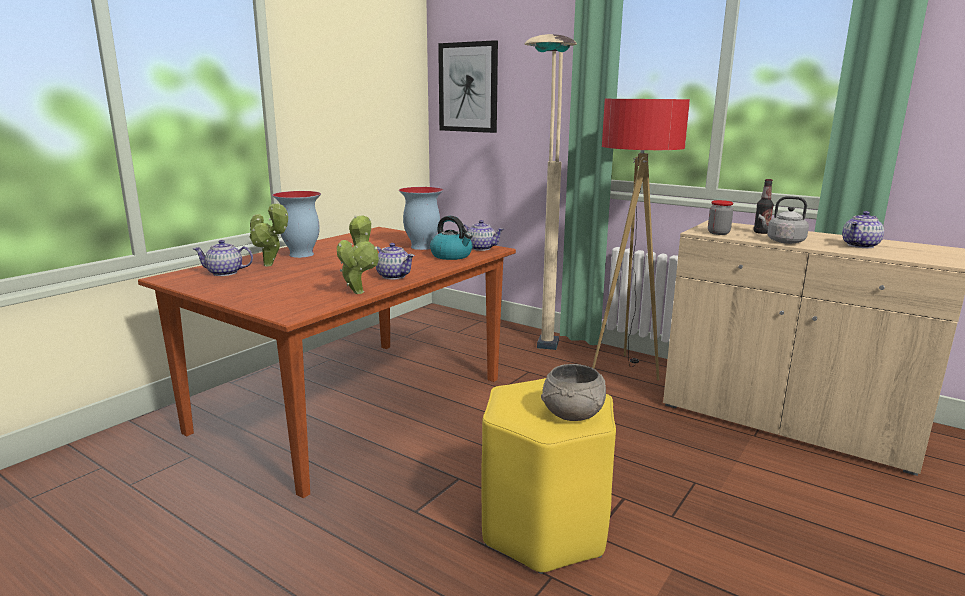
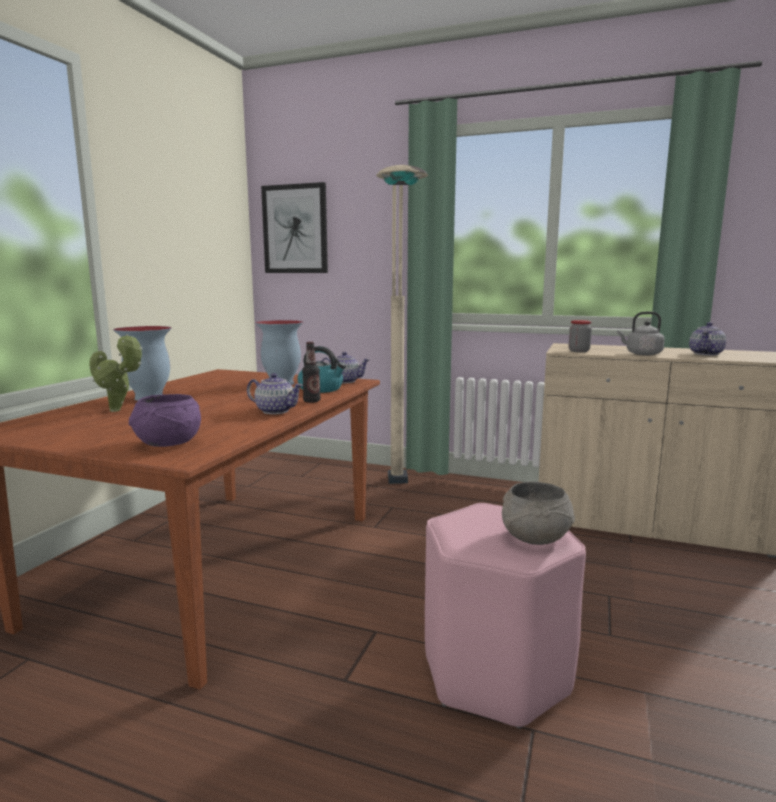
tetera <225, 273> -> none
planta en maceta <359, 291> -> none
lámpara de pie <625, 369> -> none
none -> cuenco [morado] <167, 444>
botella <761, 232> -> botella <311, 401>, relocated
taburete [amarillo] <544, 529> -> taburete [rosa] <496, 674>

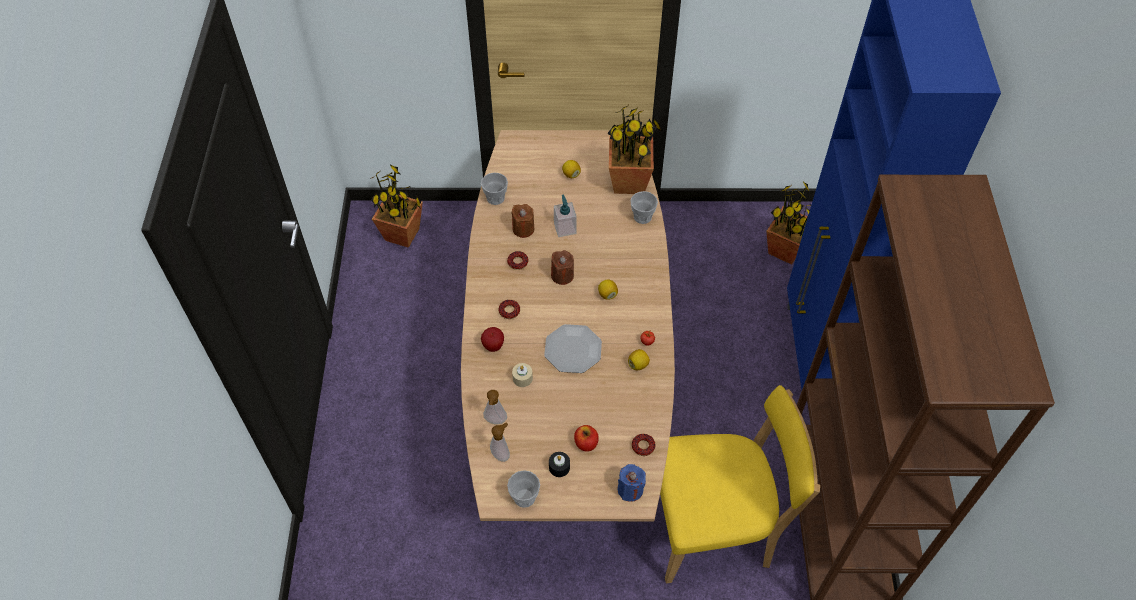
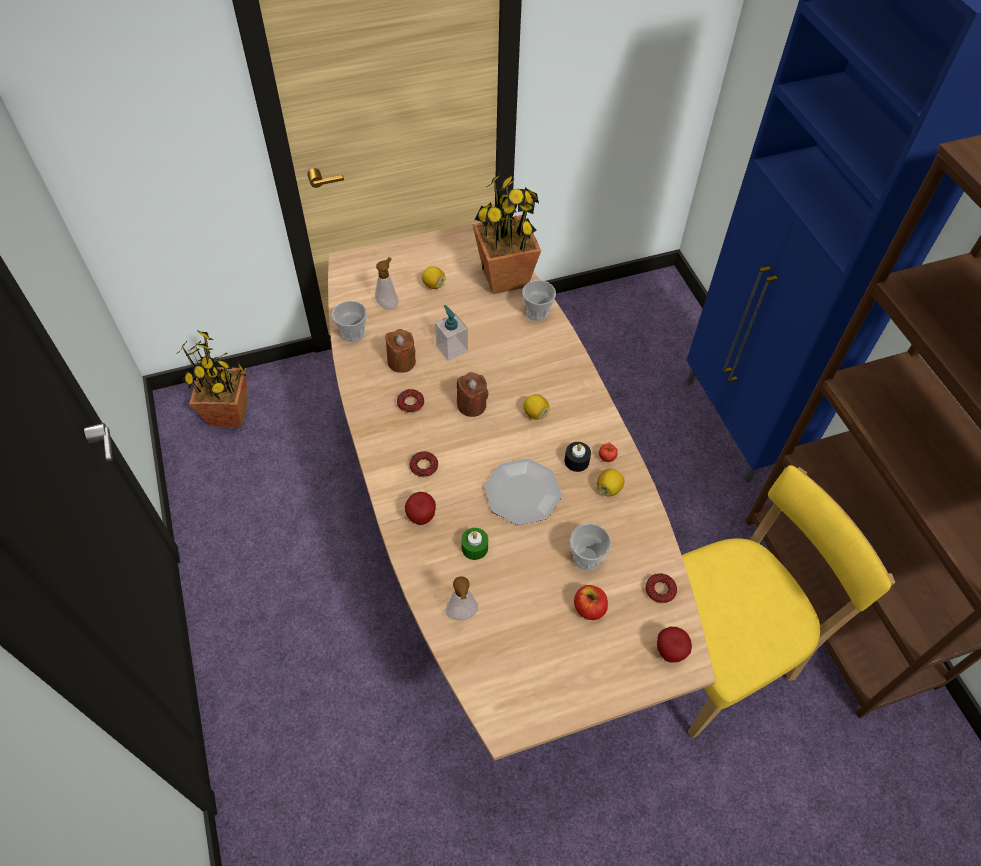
planta en maceta <786, 250> -> none
dispensador de jabón <501, 454> -> dispensador de jabón <388, 304>, relocated
taza <524, 497> -> taza <586, 558>, relocated
vela [negro] <559, 467> -> vela [negro] <576, 461>, relocated
vela [azul] <630, 489> -> manzana <669, 652>
vela [beis] <522, 378> -> vela [verde] <474, 547>

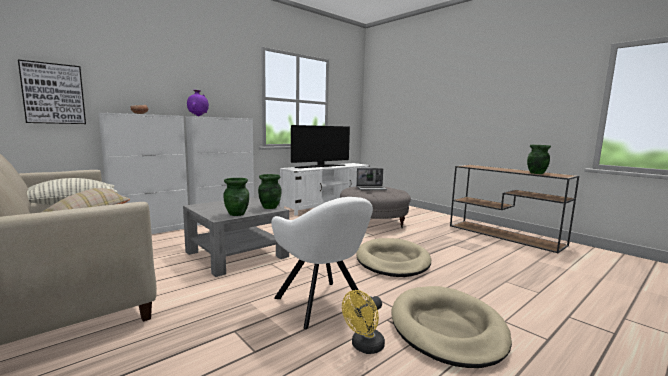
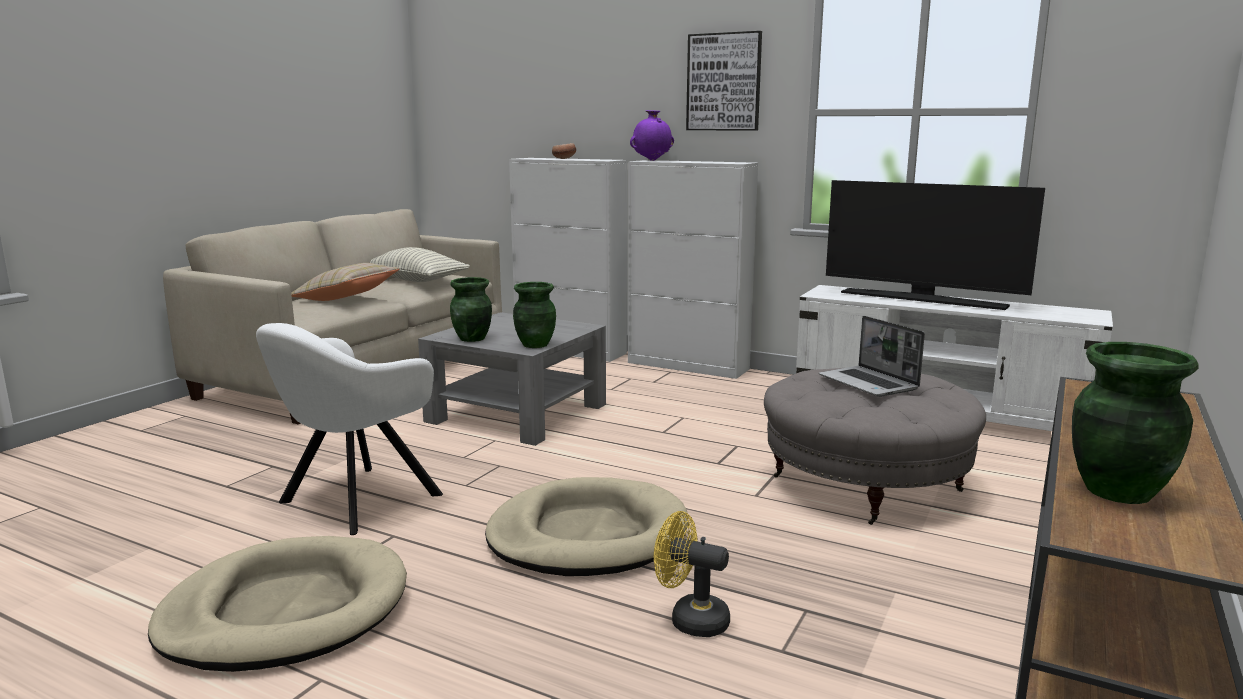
cuadro <53, 93> -> cuadro <724, 82>, relocated
ventilador [amarillo] <364, 347> -> ventilador [amarillo] <690, 619>, relocated

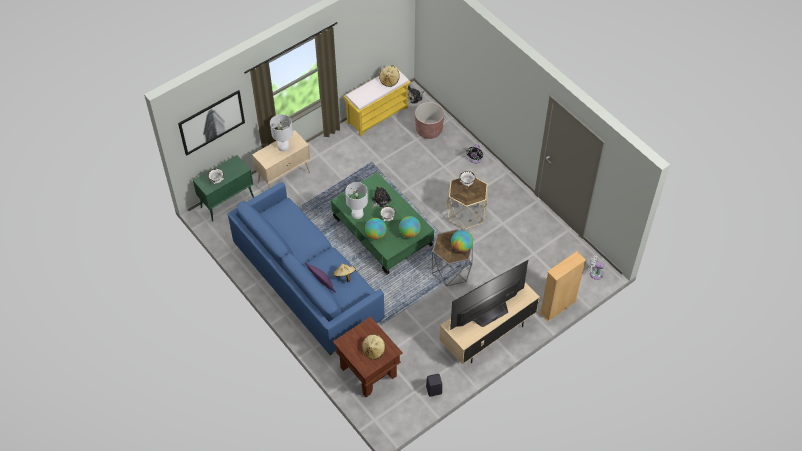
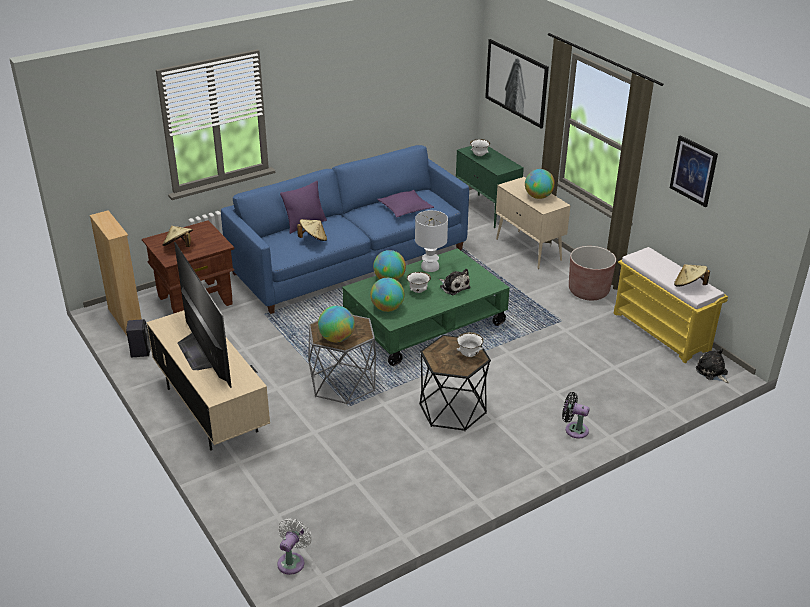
none -> cojín [morado] <405, 209>
none -> cuadro <693, 171>
maceta [marrón] <429, 130> -> maceta [marrón] <588, 291>, relocated
estantería [beis] <558, 307> -> estantería [beis] <125, 319>, relocated
lámpara de mesa [blanco] <284, 146> -> globo terráqueo <538, 197>
mesa auxiliar [beis] <466, 214> -> mesa auxiliar [negro] <452, 408>

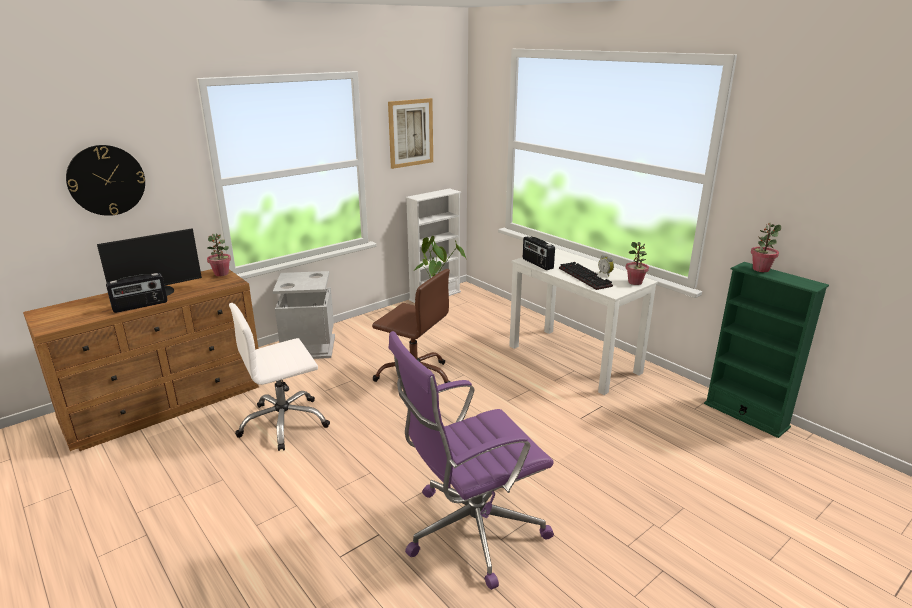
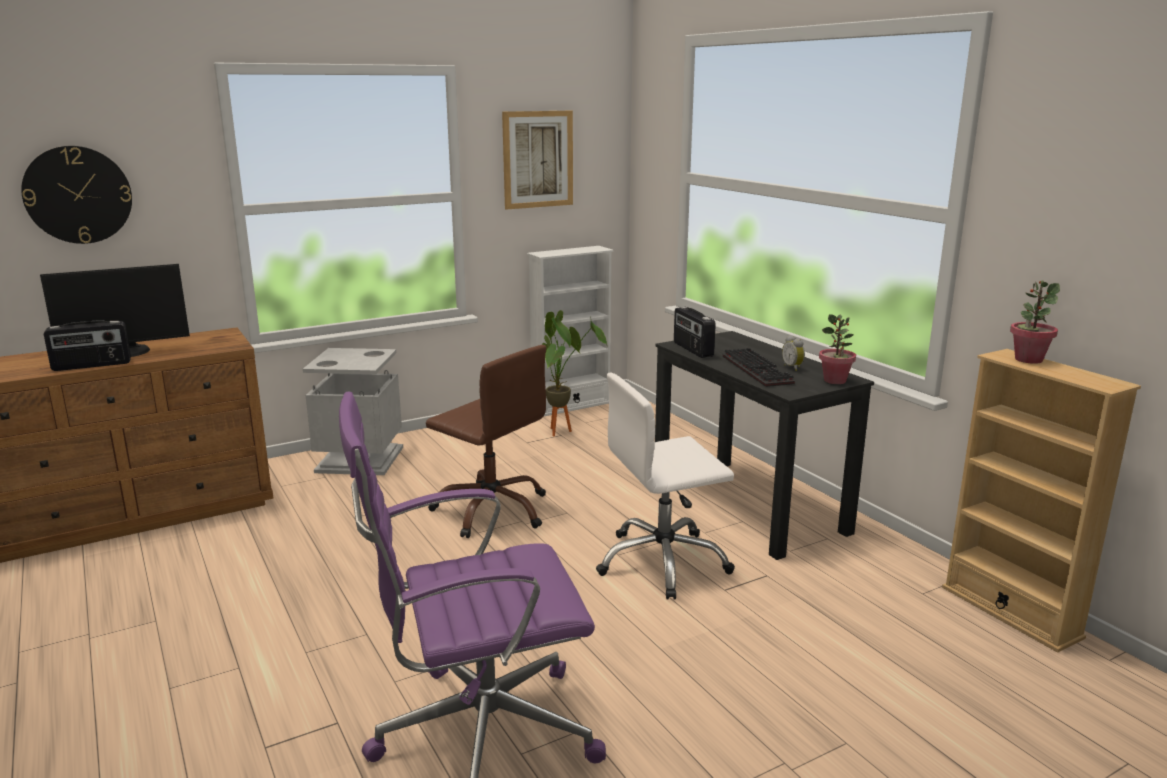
planta en maceta <221, 274> -> none
silla de oficina [blanco] <284, 423> -> silla de oficina [blanco] <663, 562>, relocated
escritorio [blanco] <574, 359> -> escritorio [negro] <748, 505>
estantería [verde] <746, 415> -> estantería [beis] <1010, 612>

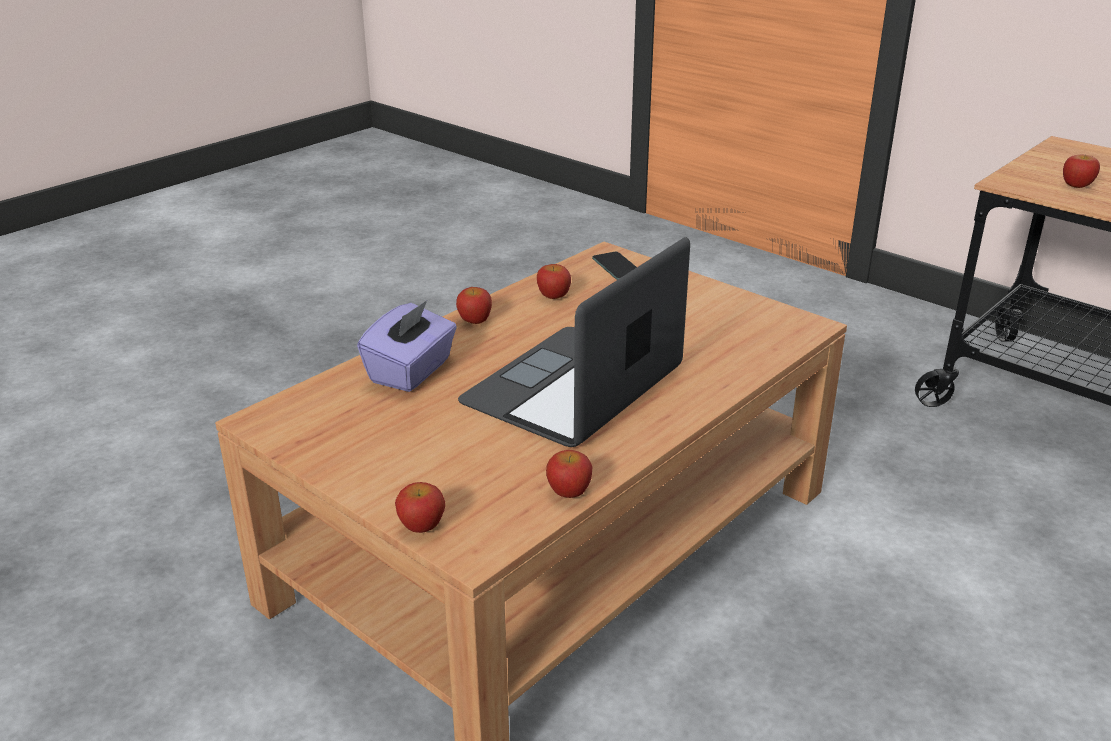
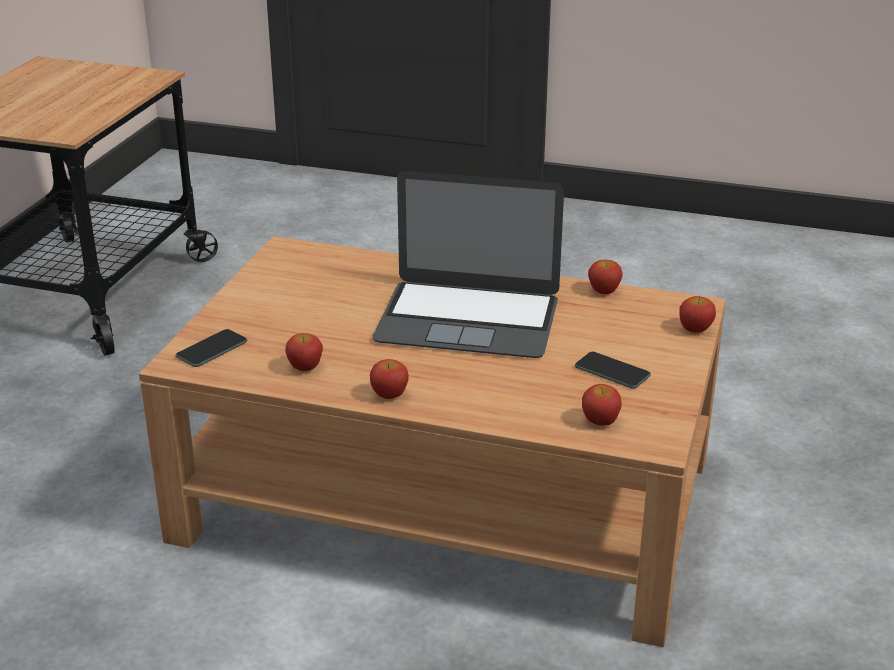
caja de pañuelos [morado] <411, 371> -> none
none -> móvil <612, 371>
manzana <1076, 185> -> manzana <600, 421>, relocated

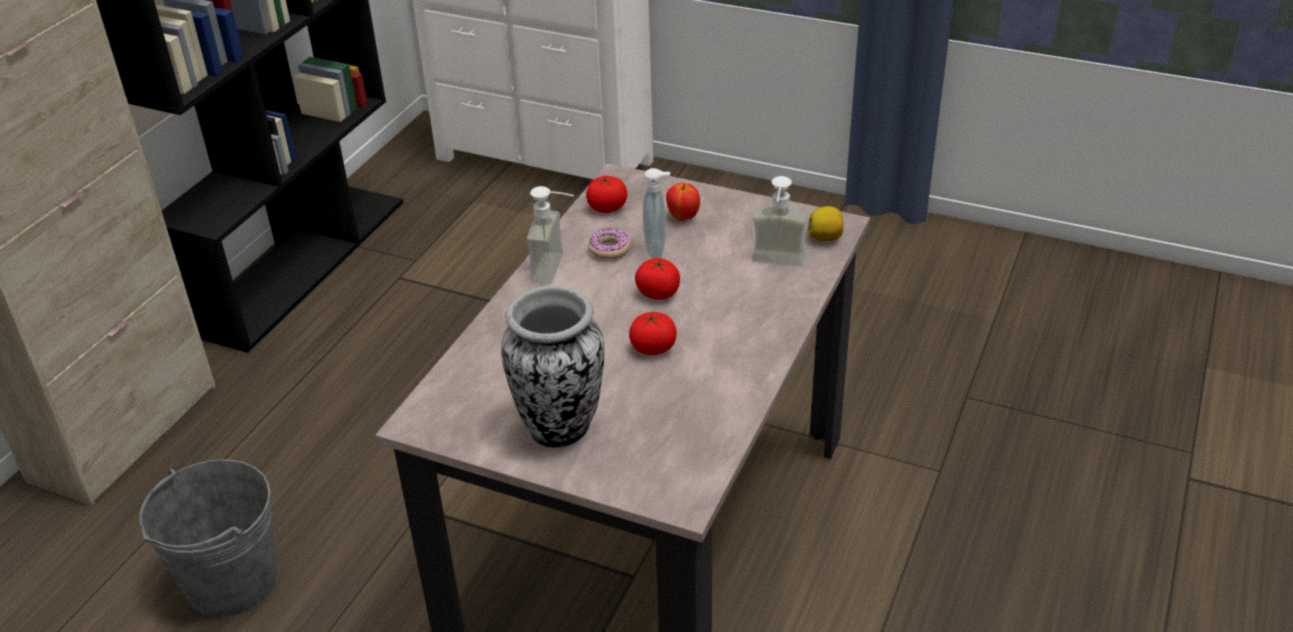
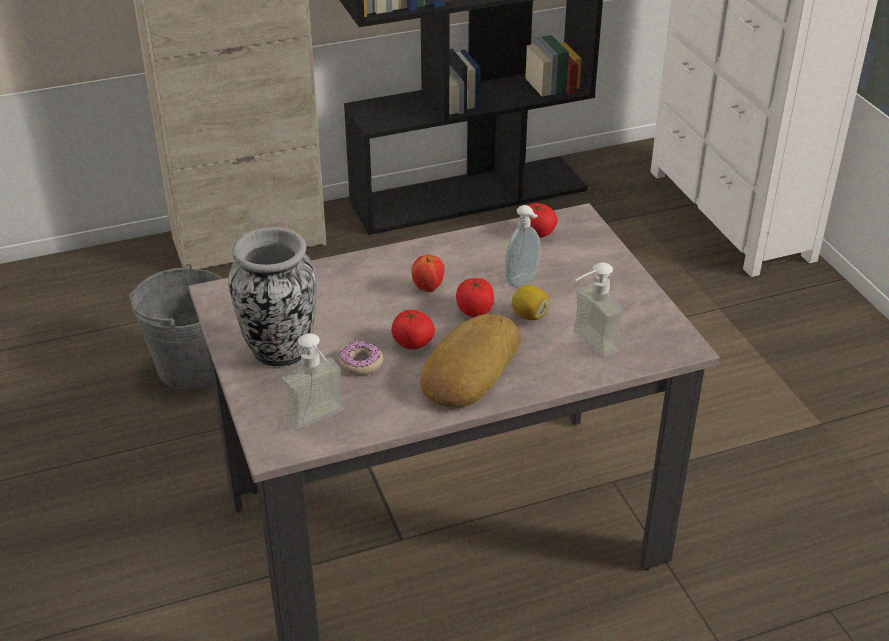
none -> pan <468, 369>
dispensador de jabón <558, 269> -> dispensador de jabón <320, 421>, relocated
rosquilla <609, 249> -> rosquilla <361, 363>, relocated
manzana <683, 217> -> manzana <428, 288>, relocated
limón <825, 237> -> limón <529, 315>, relocated

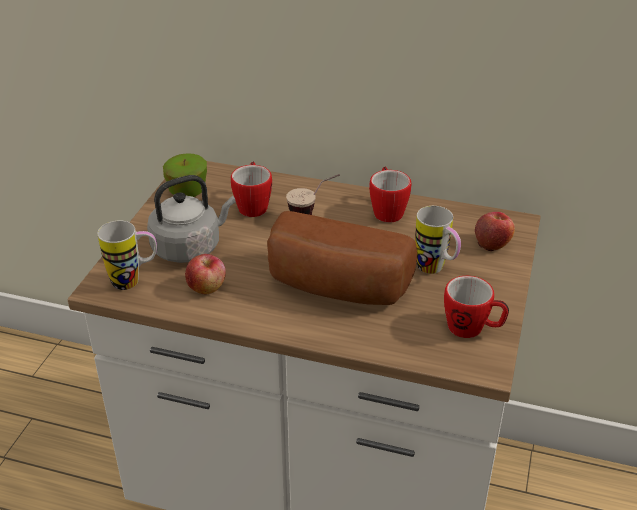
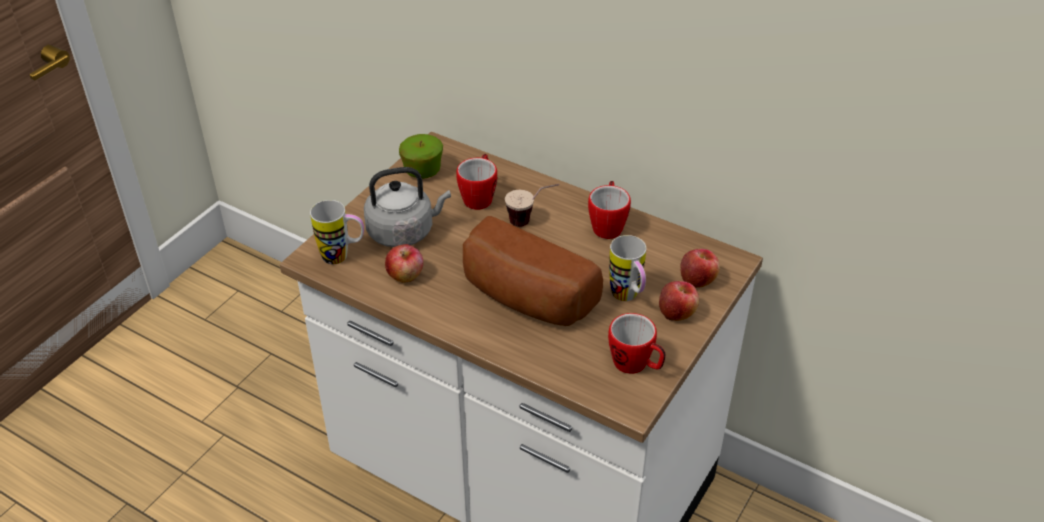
none -> manzana <677, 312>

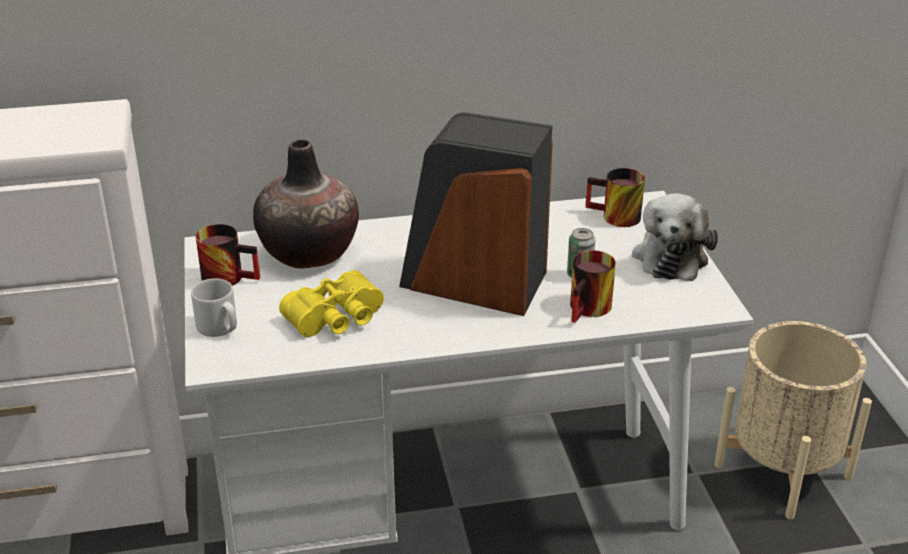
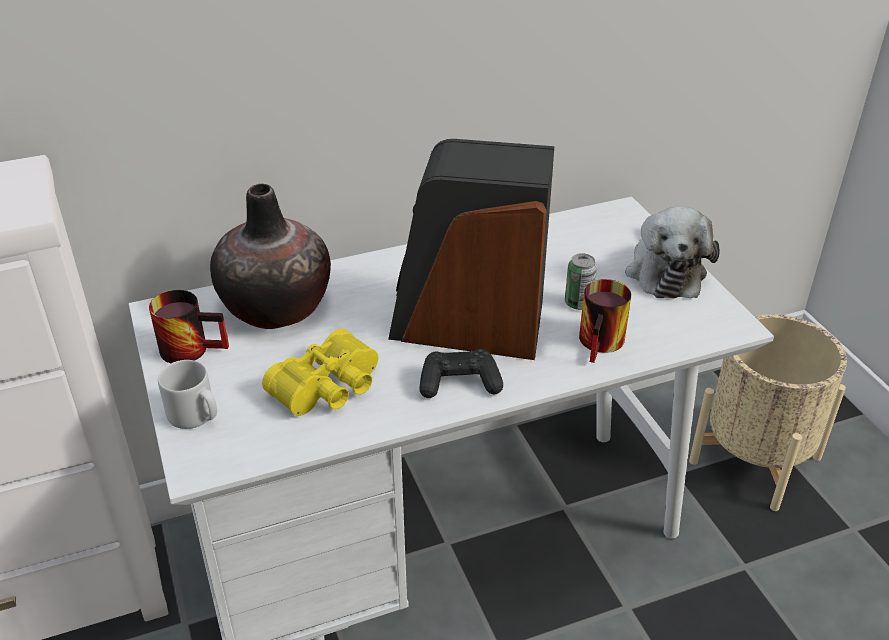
taza grande <614, 218> -> none
none -> mando de consola [negro] <459, 383>

